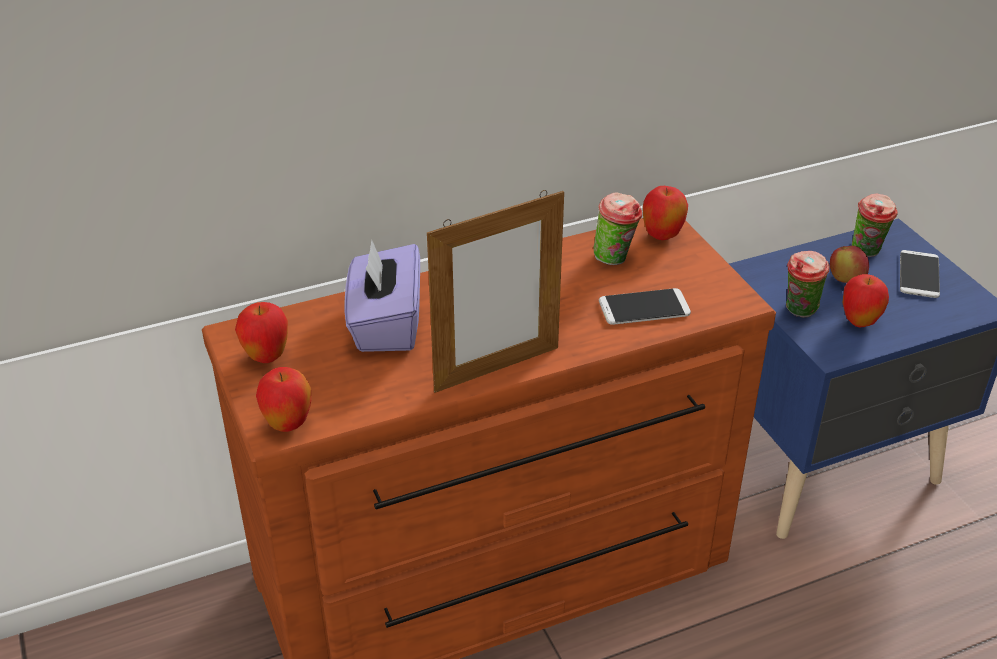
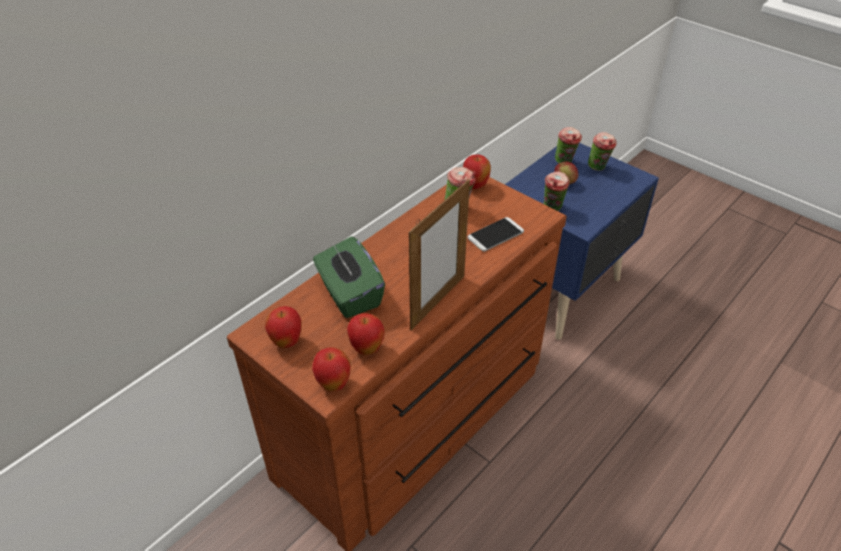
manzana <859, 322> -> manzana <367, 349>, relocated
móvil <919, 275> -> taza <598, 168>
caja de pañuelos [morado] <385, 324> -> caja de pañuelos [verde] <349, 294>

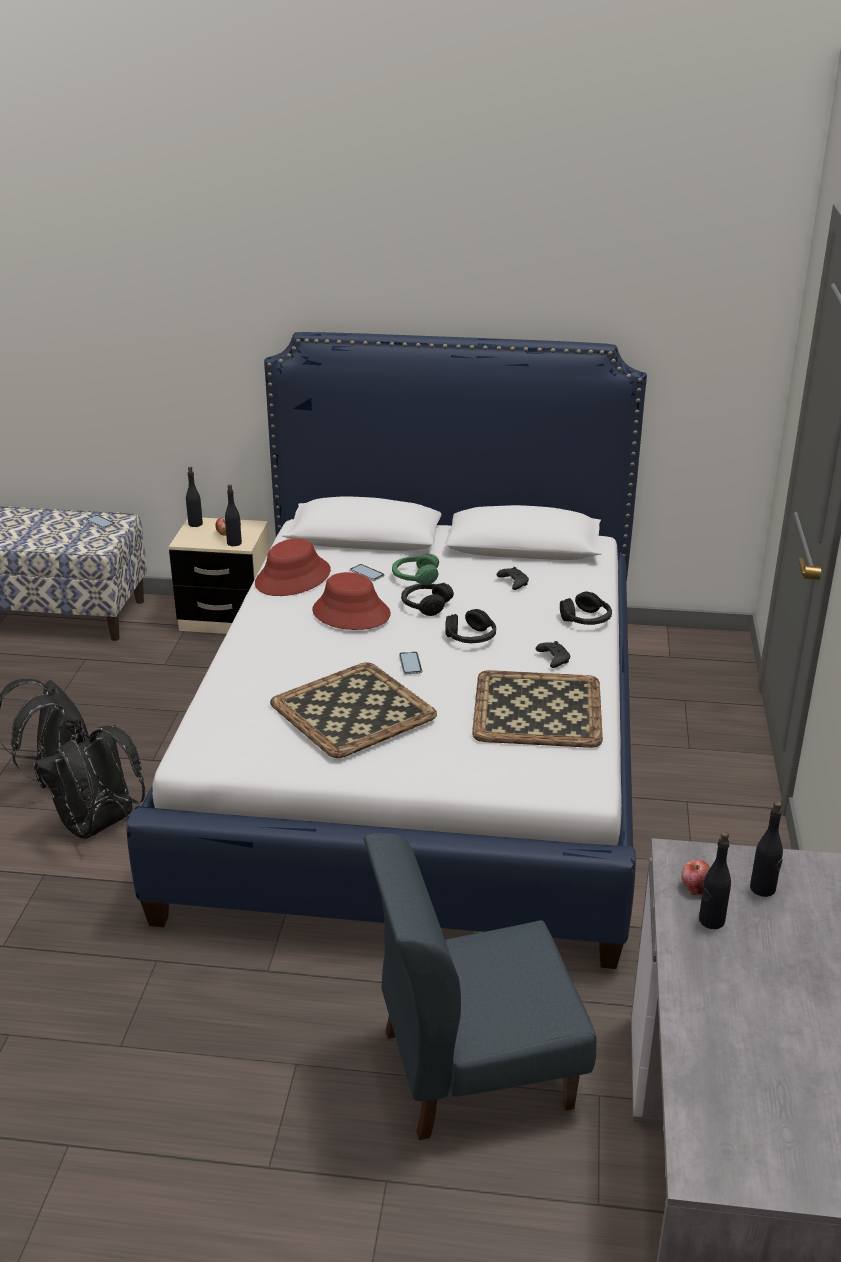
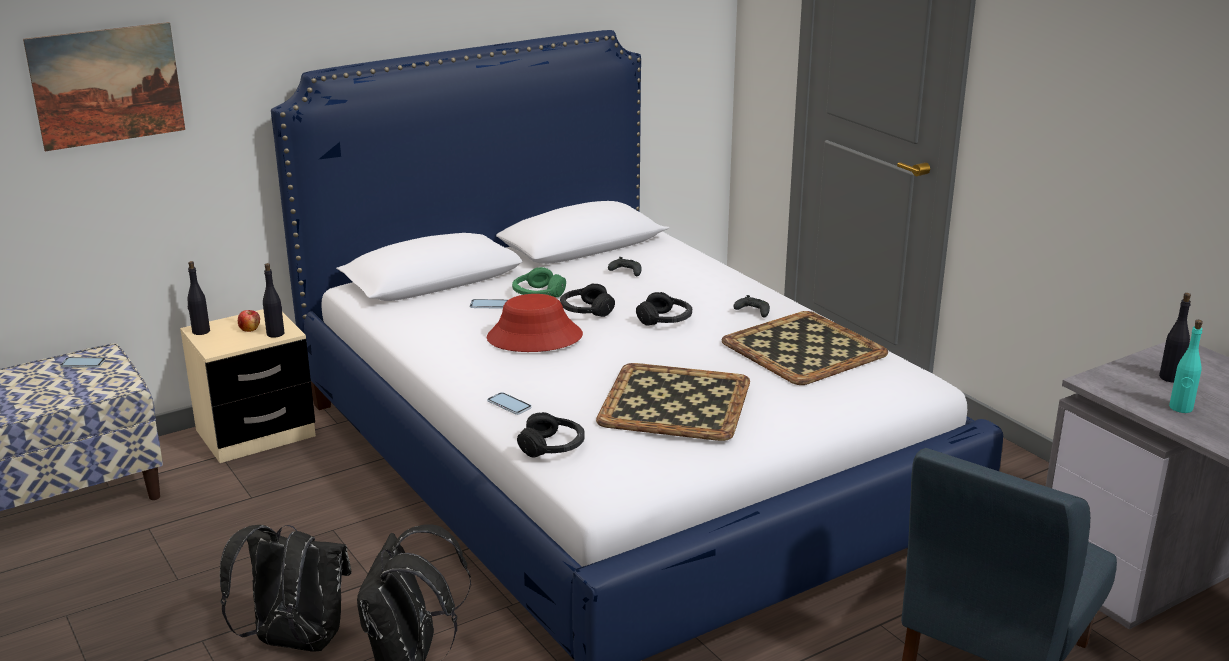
sombrero [rojo] <293, 578> -> none
manzana <695, 887> -> none
none -> cuadro <107, 85>
móvil <410, 664> -> móvil <509, 404>, relocated
auriculares [negro] <586, 620> -> auriculares [negro] <553, 447>, relocated
botella [negro] <711, 920> -> botella [turquesa] <1181, 408>

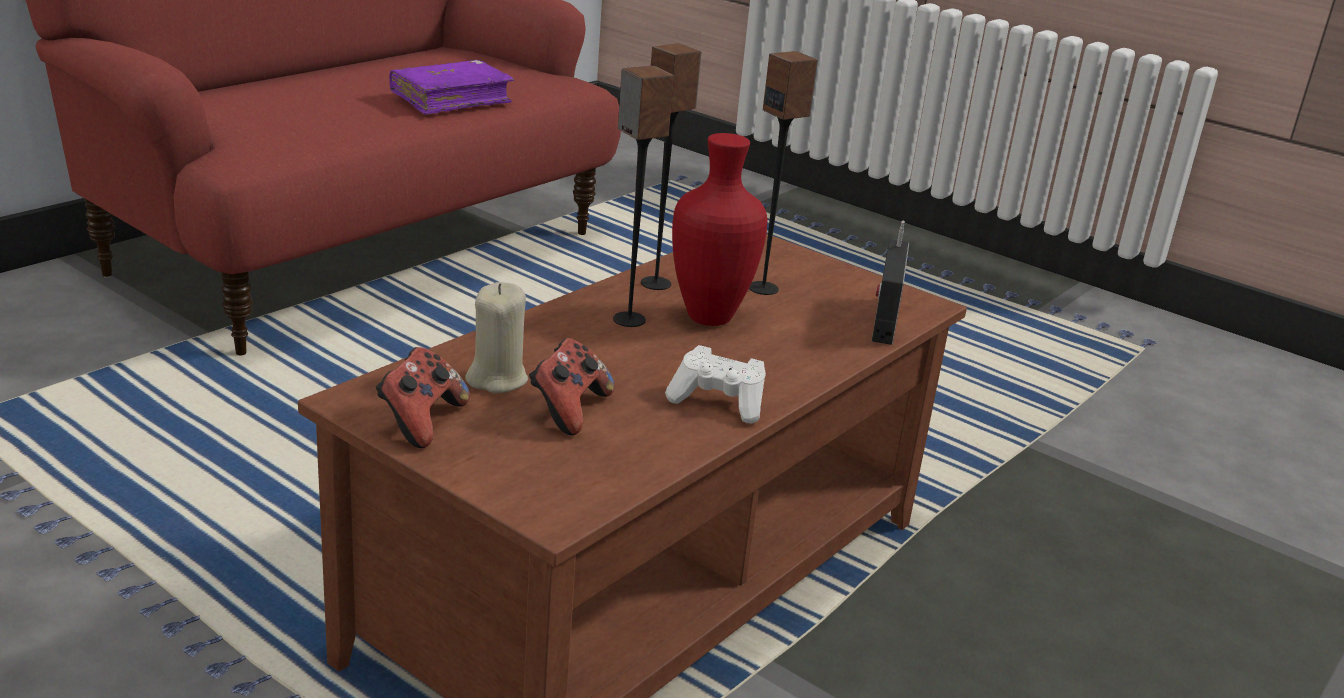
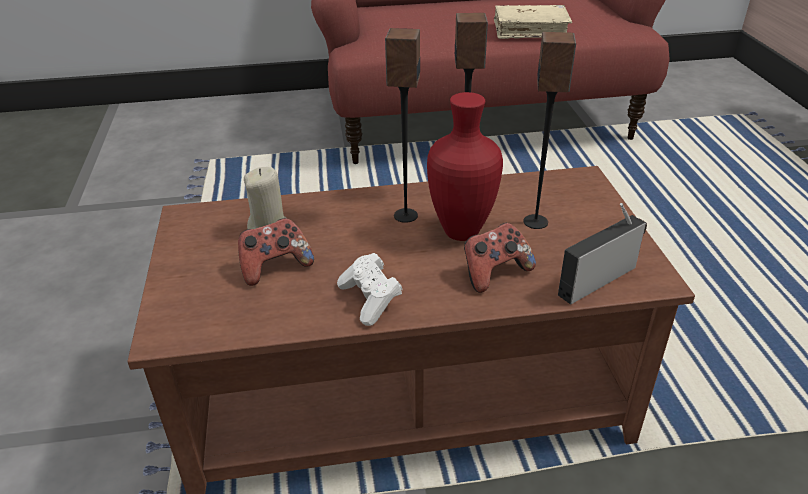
mando de consola <421, 422> -> mando de consola <494, 272>, relocated
libro [morado] <451, 100> -> libro [beis] <530, 31>

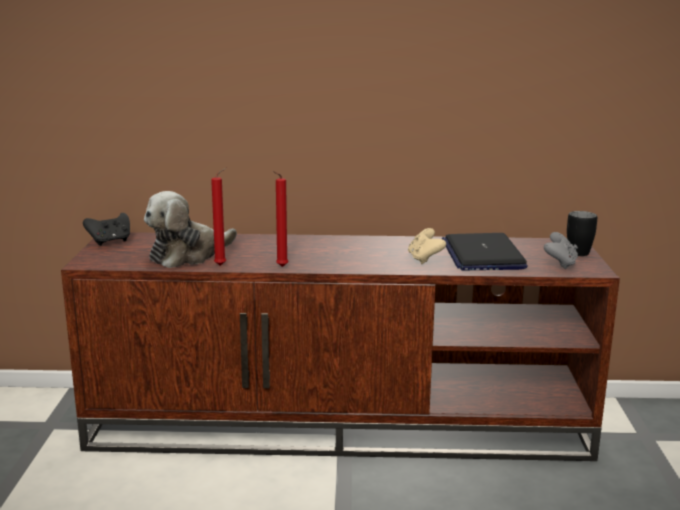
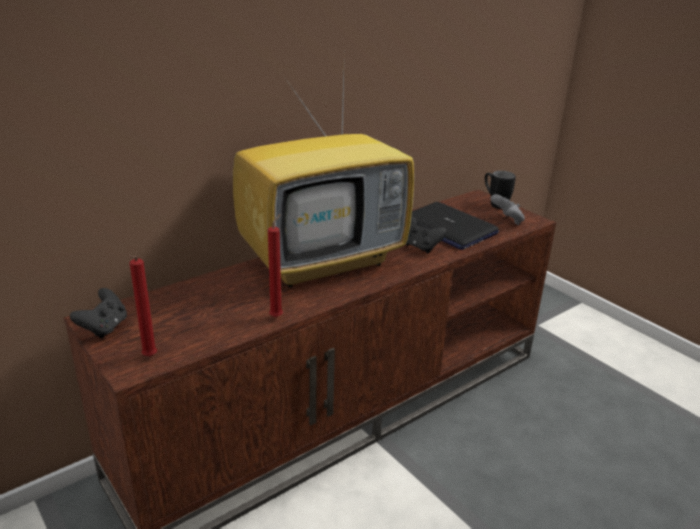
peluche <188, 255> -> none
none -> televisor <324, 260>
vela [rojo] <280, 267> -> vela [rojo] <148, 358>, relocated
mando de consola [beis] <424, 259> -> mando de consola [negro] <420, 247>

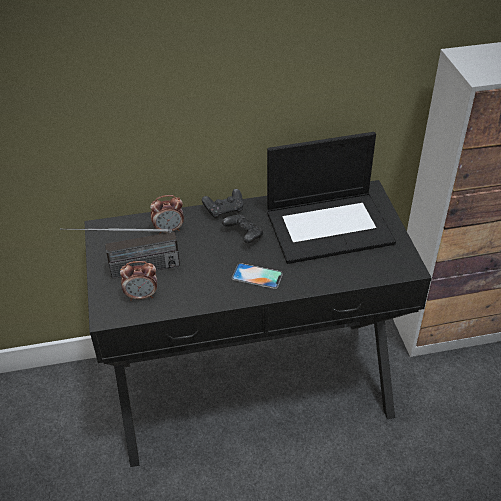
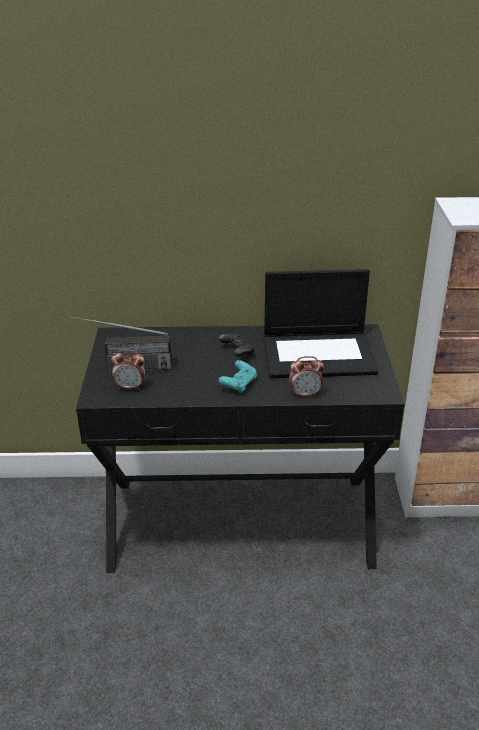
mando de consola [negro] <224, 210> -> none
despertador <169, 229> -> despertador <305, 394>, relocated
móvil <257, 276> -> mando de consola [turquesa] <239, 384>

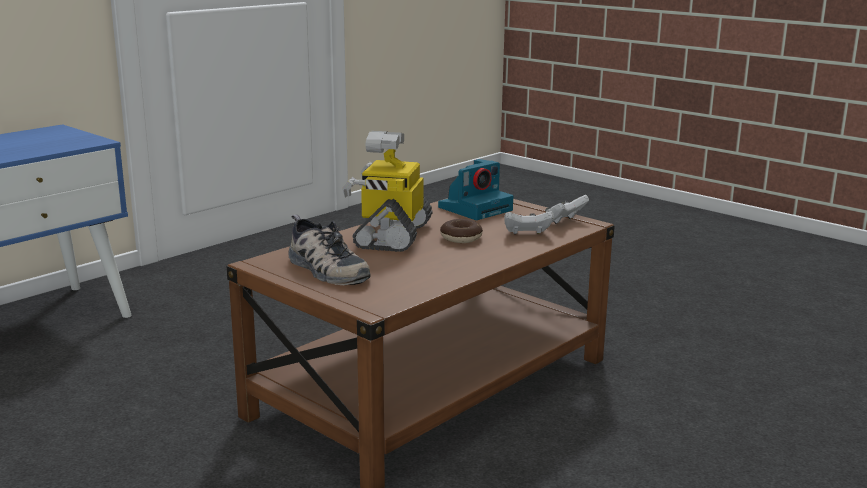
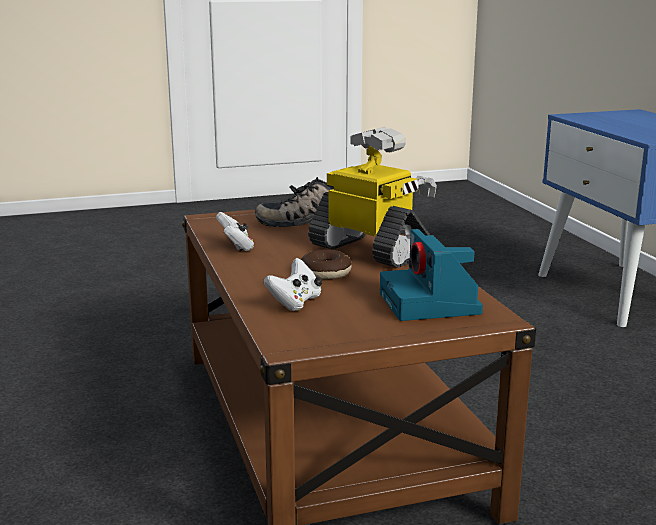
mando de consola [blanco] <564, 221> -> mando de consola [blanco] <236, 247>, relocated

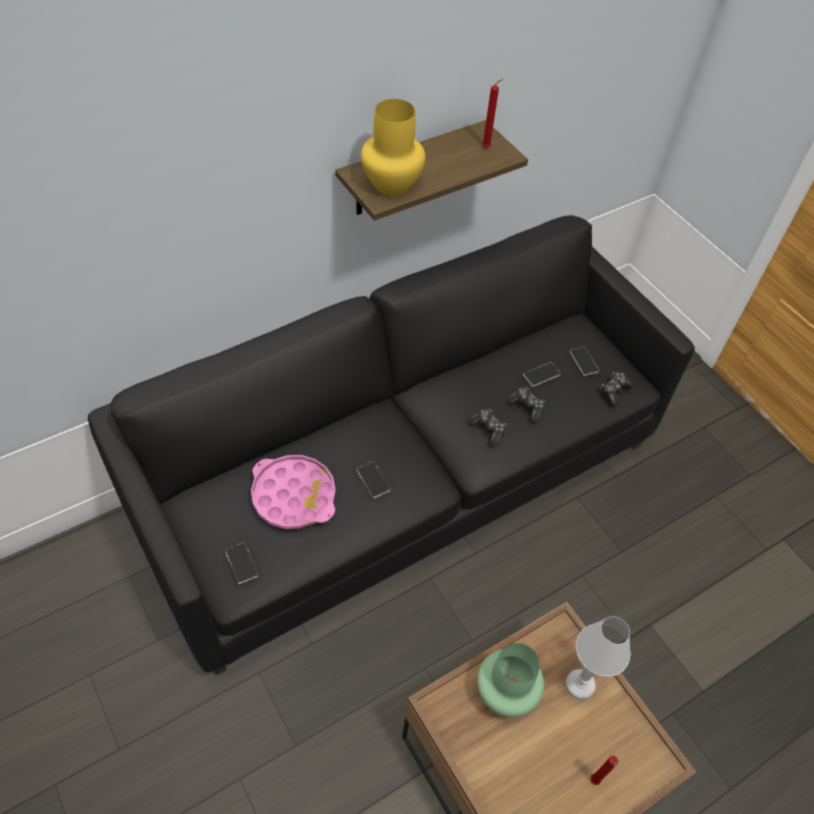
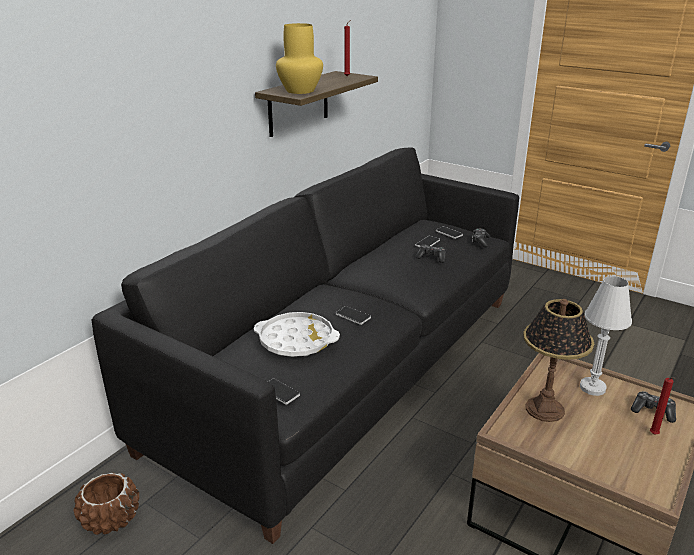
none -> maceta [marrón] <111, 519>
mando de consola <488, 429> -> mando de consola <653, 411>, relocated
florero [verde] <504, 692> -> lámpara de mesa <545, 409>
bandeja [rosa] <294, 496> -> bandeja [blanco] <296, 340>

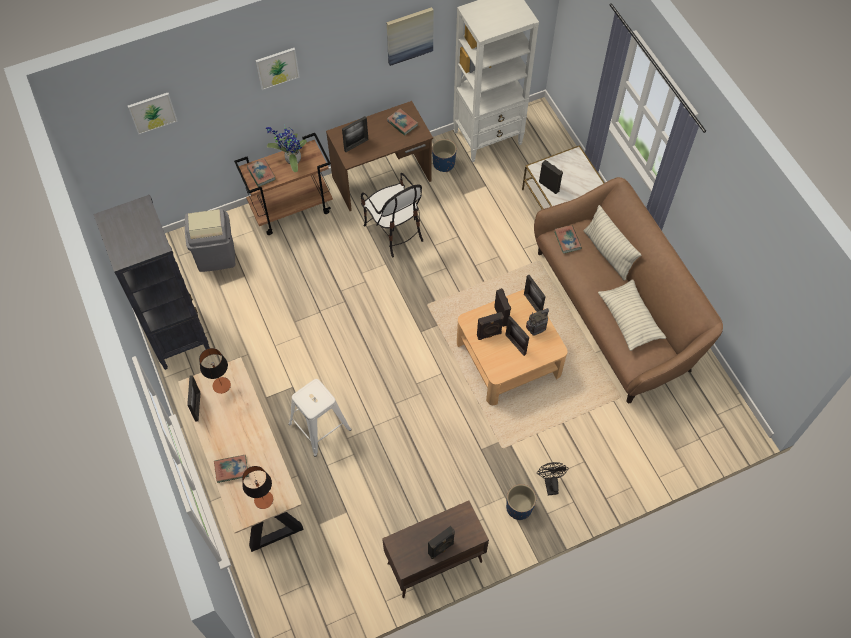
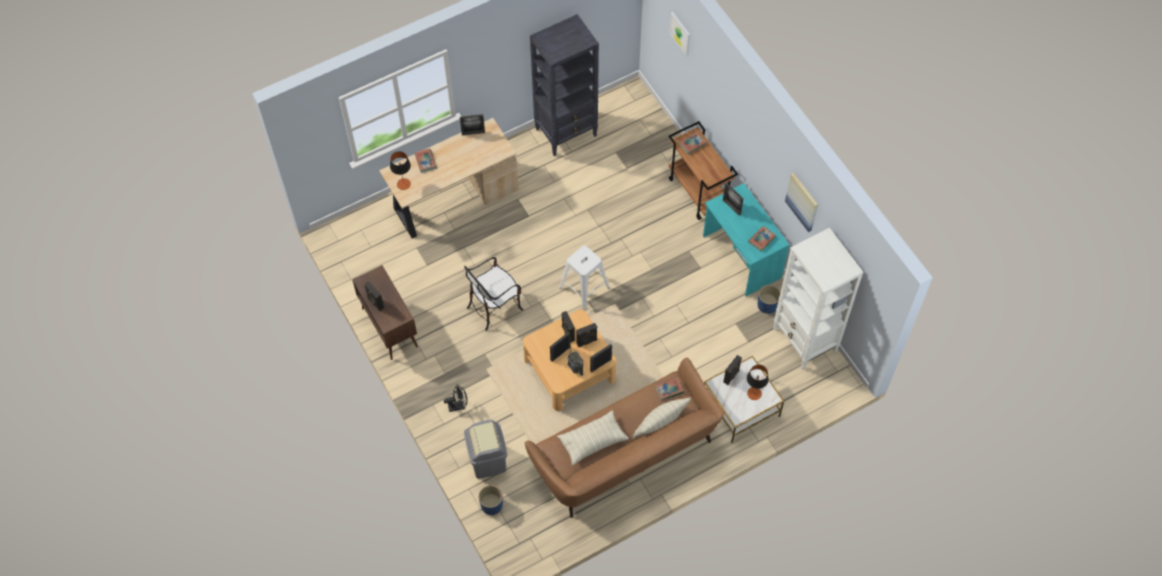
cuadro <277, 68> -> none
planta en maceta <291, 160> -> none
papelera [gris] <216, 255> -> papelera [gris] <488, 460>, relocated
lámpara de mesa <221, 385> -> lámpara de mesa <754, 393>, relocated
taburete [blanco] <320, 426> -> taburete [blanco] <584, 288>, relocated
silla <394, 231> -> silla <494, 306>, relocated
maceta [azul] <519, 507> -> maceta [azul] <492, 505>, relocated
escritorio [marrón] <382, 179> -> escritorio [turquesa] <741, 257>

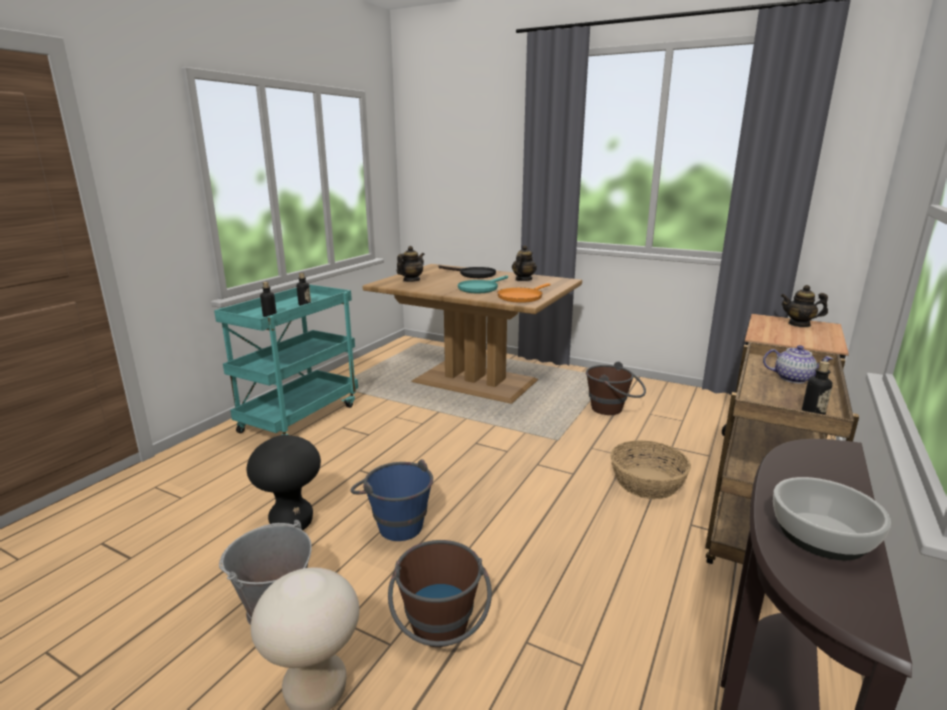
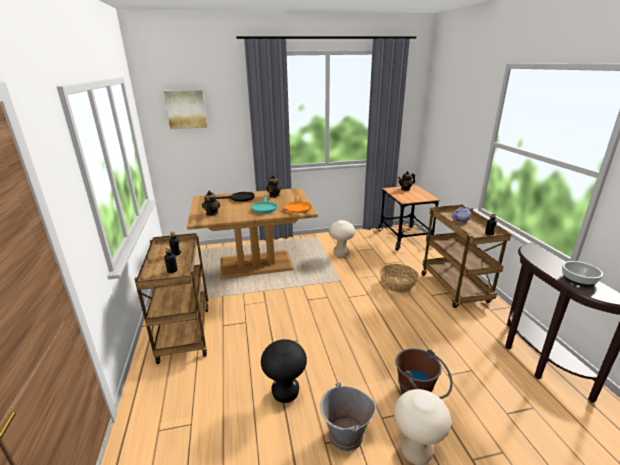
cubo [azul] <394, 522> -> none
none -> cuadro <186, 109>
cubo [marrón] <613, 410> -> taburete [beis] <341, 254>
carrito [turquesa] <300, 417> -> carrito [marrón] <184, 332>

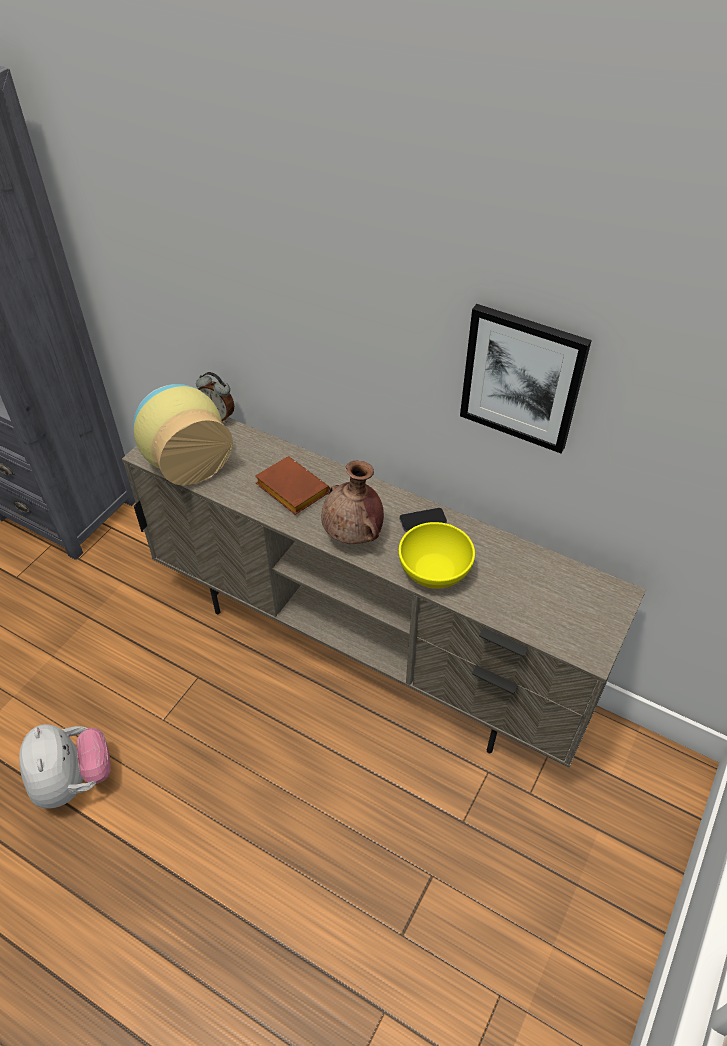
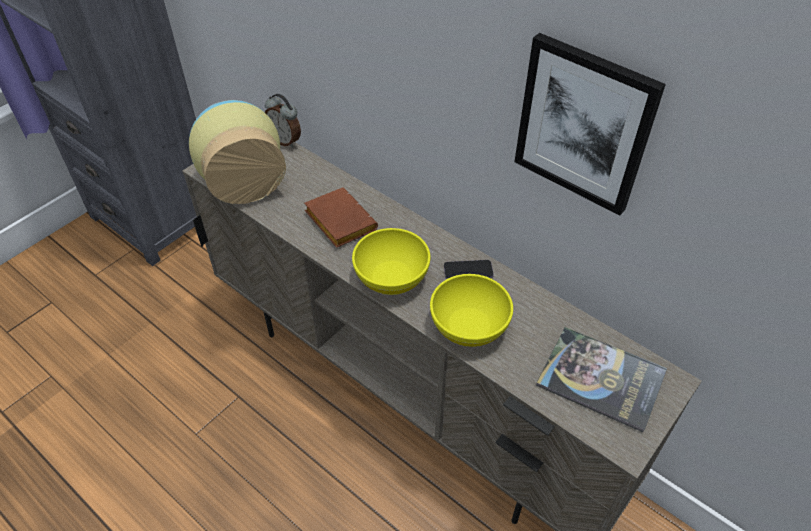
peluche <73, 781> -> none
none -> libro <601, 378>
florero [marrón] <353, 535> -> cuenco [amarillo] <392, 277>

